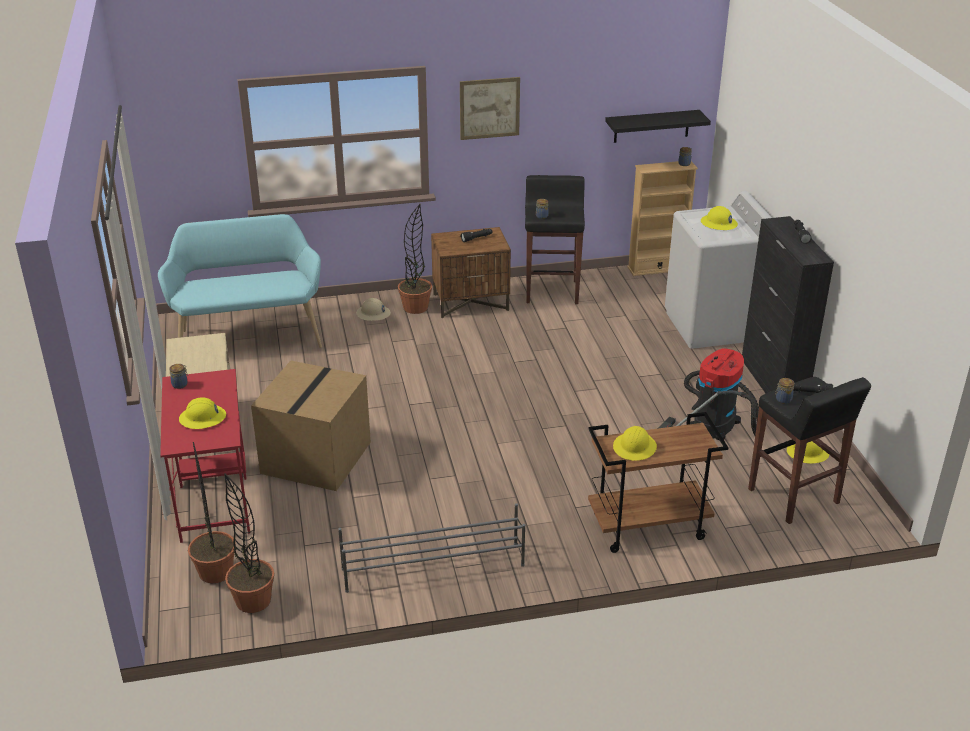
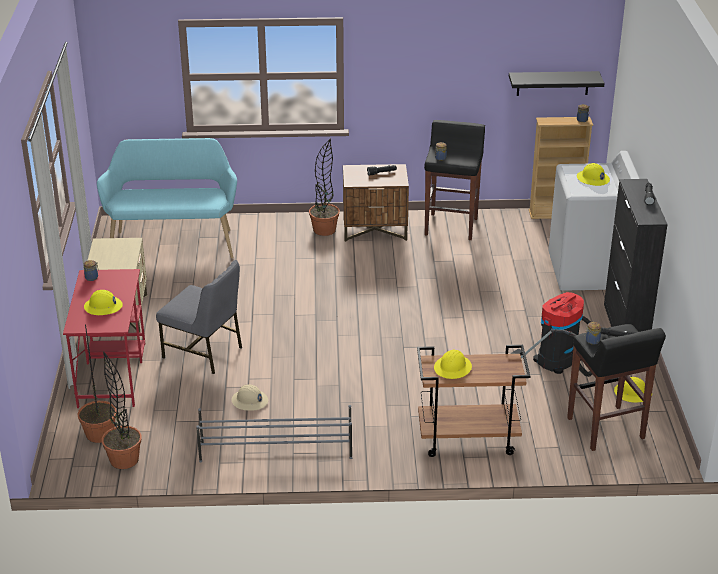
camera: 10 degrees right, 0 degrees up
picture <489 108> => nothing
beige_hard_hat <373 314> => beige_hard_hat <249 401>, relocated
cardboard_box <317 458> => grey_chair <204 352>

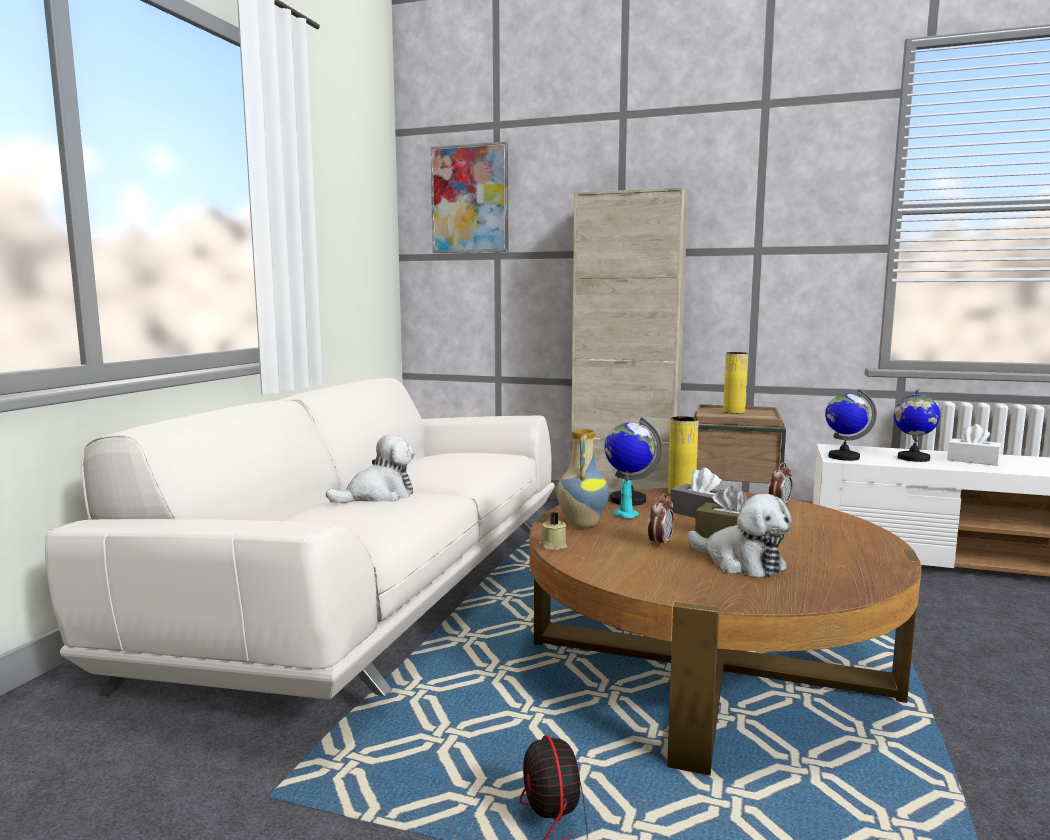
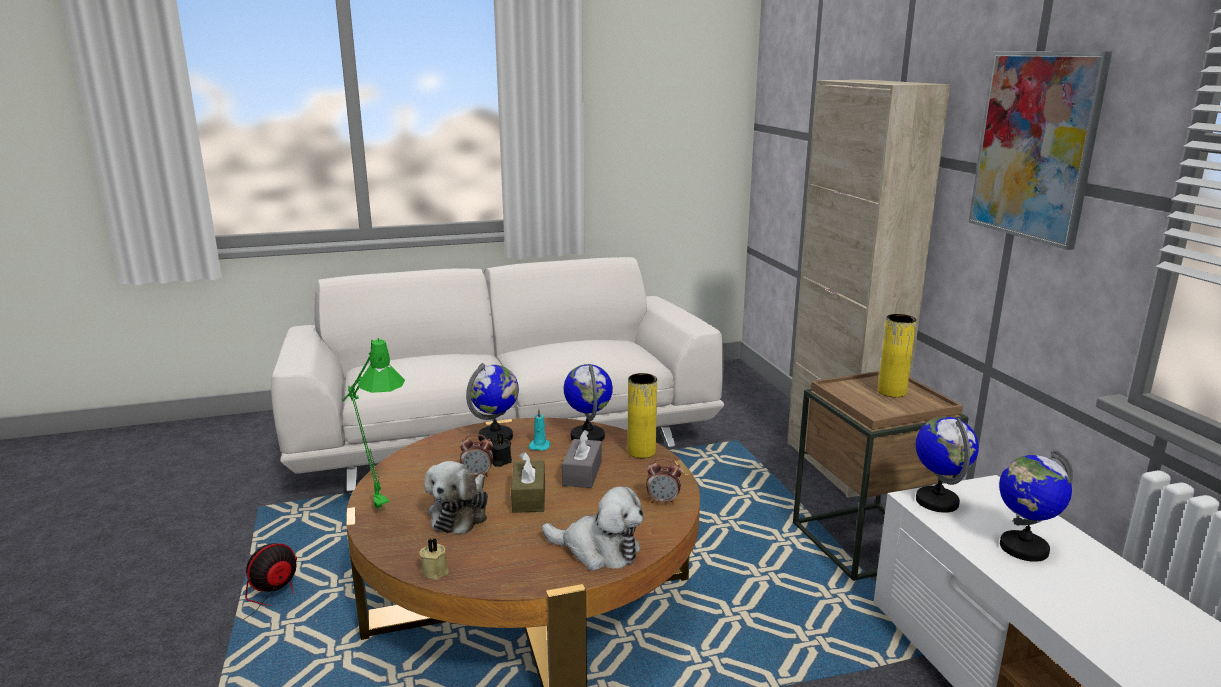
camera: 55 degrees right, 10 degrees up
picture <470 199> => picture <1035 146>, relocated
white_tissue_box <972 460> => nothing
vase <580 524> => globe <496 437>
plush_toy <378 496> => plush_toy <598 550>, relocated
beige_candle <552 546> => beige_candle <435 570>, relocated
nothing => green_table_lamp <374 505>
nothing => black_candle <500 461>

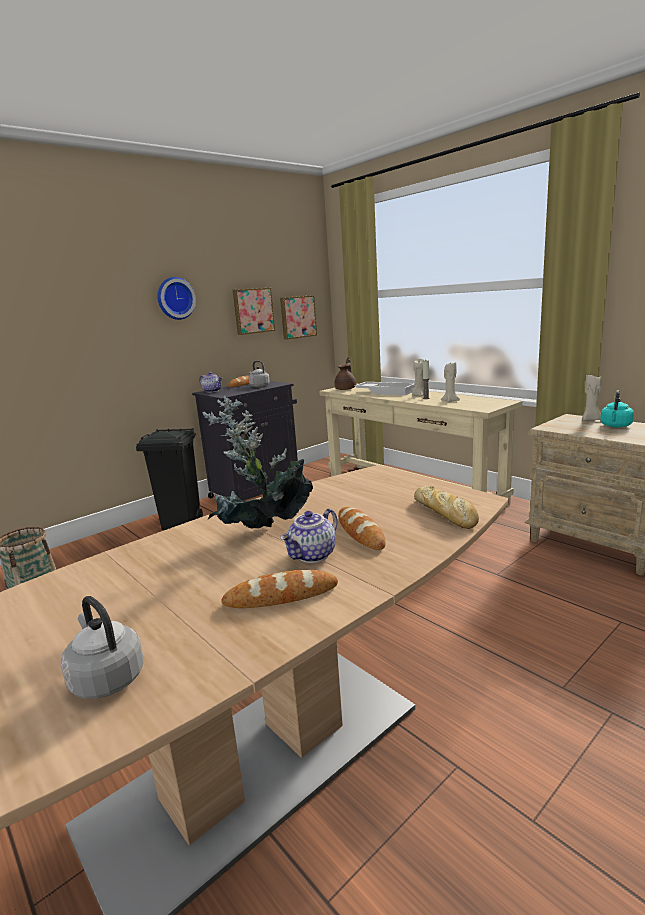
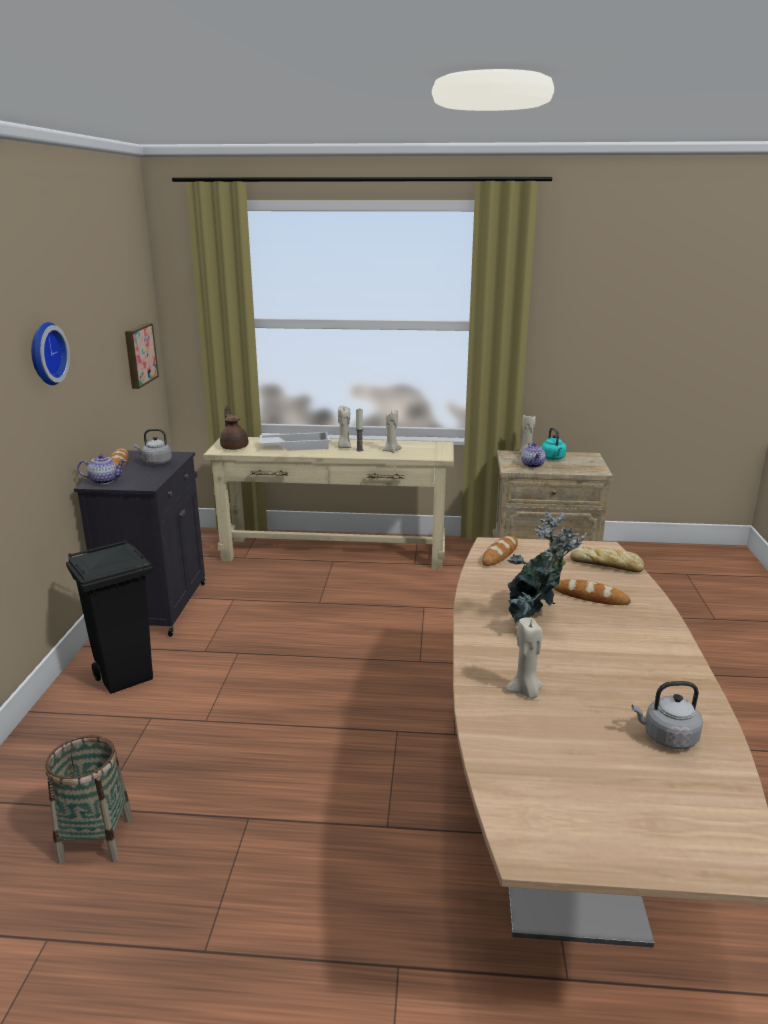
camera: 45 degrees left, 5 degrees up
picture <253 311> => nothing
teapot <313 555> => teapot <533 465>, relocated
bread <281 596> => bread <500 554>, relocated
nothing => beige_candle <525 692>

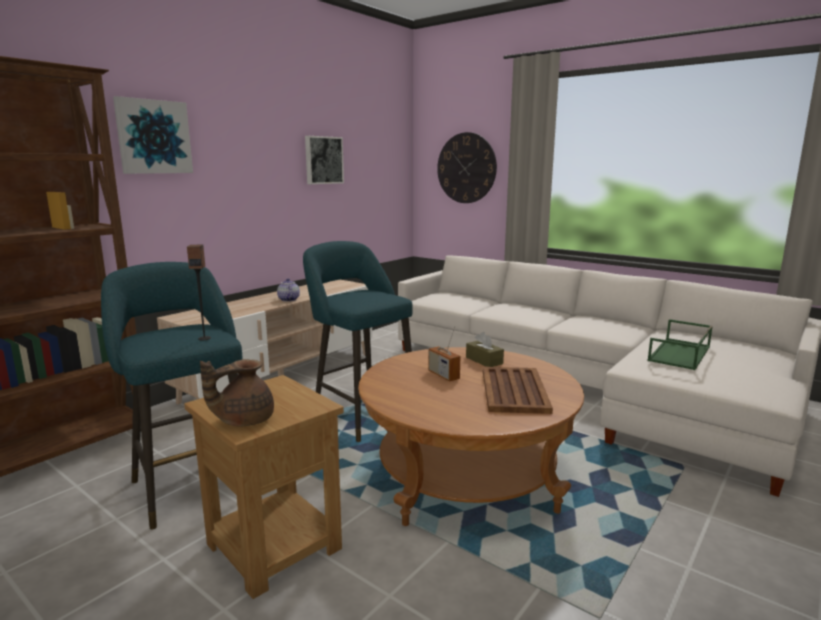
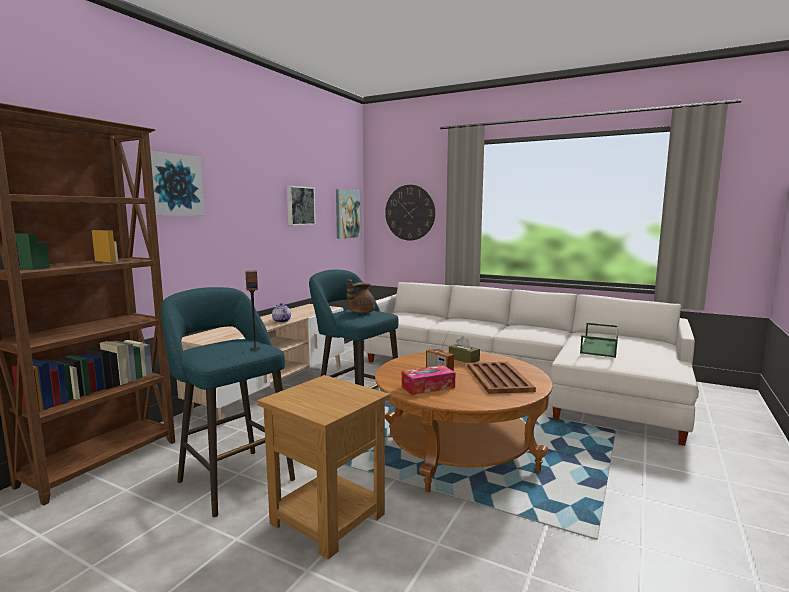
camera: 10 degrees left, 5 degrees down
brown_teapot <243 420> => brown_teapot <360 312>, relocated
nothing => picture <347 214>
nothing => tissue_box <428 387>

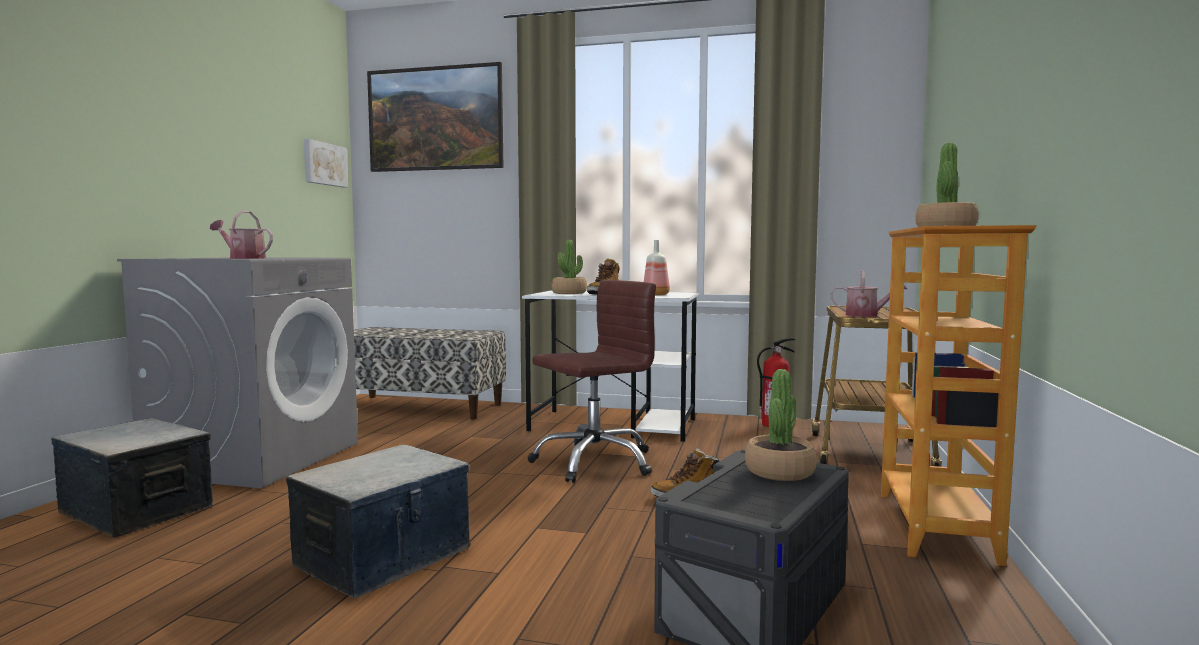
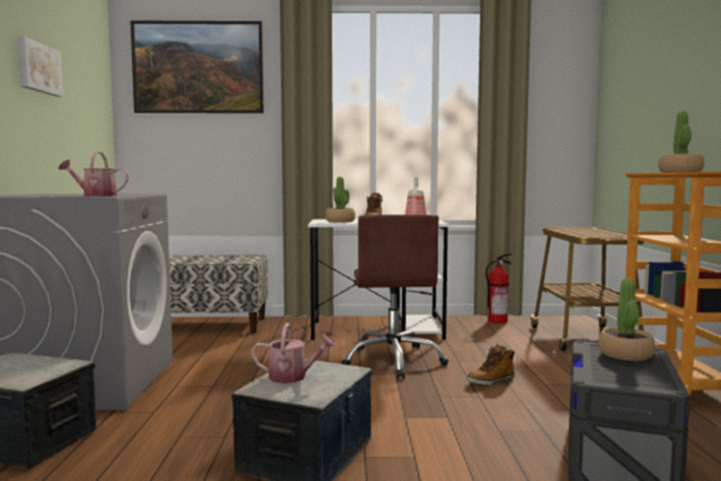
camera: 15 degrees left, 0 degrees up
picture <324 164> => picture <38 68>, relocated
watering_can <866 315> => watering_can <293 377>, relocated
brown_office_chair <594 462> => brown_office_chair <393 361>, 135 degrees clockwise

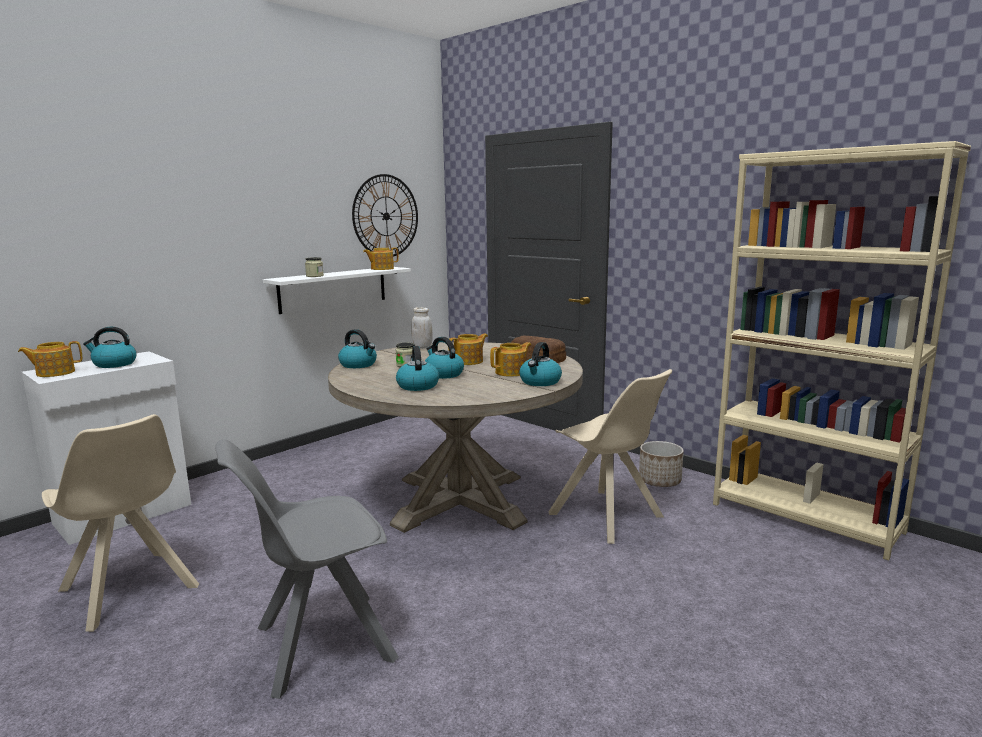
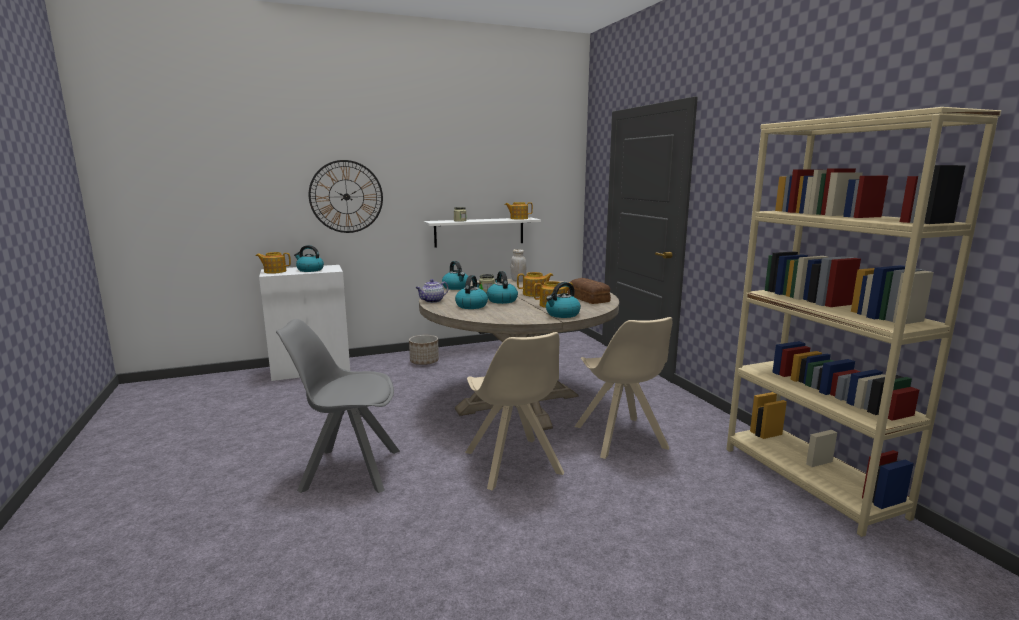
camera: 25 degrees right, 0 degrees up
wall_clock <386 216> => wall_clock <346 196>, relocated
beige_chair <130 590> => beige_chair <513 464>, relocated
planter <660 481> => planter <424 362>, relocated
nothing => teapot <432 301>

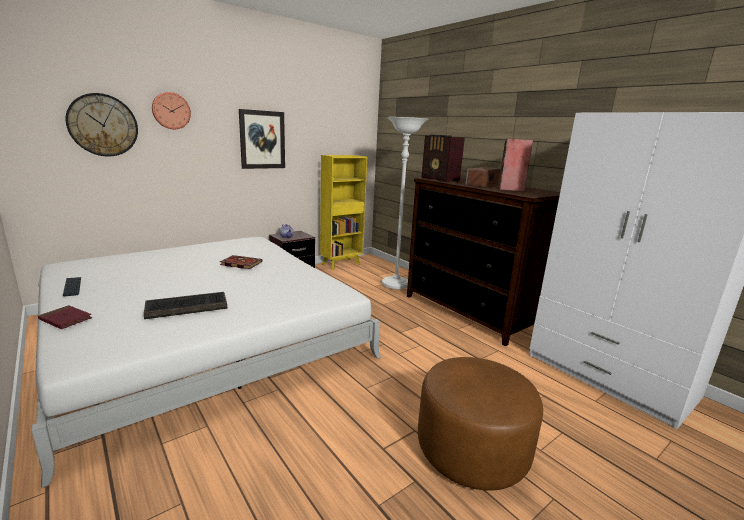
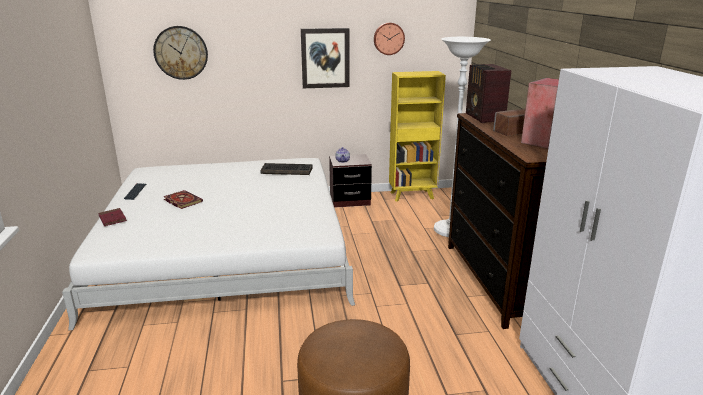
camera: 30 degrees right, 5 degrees up
wall_clock <171 111> => wall_clock <388 38>, relocated
book <240 263> => book <182 201>, relocated
keyboard <188 306> => keyboard <287 170>, relocated

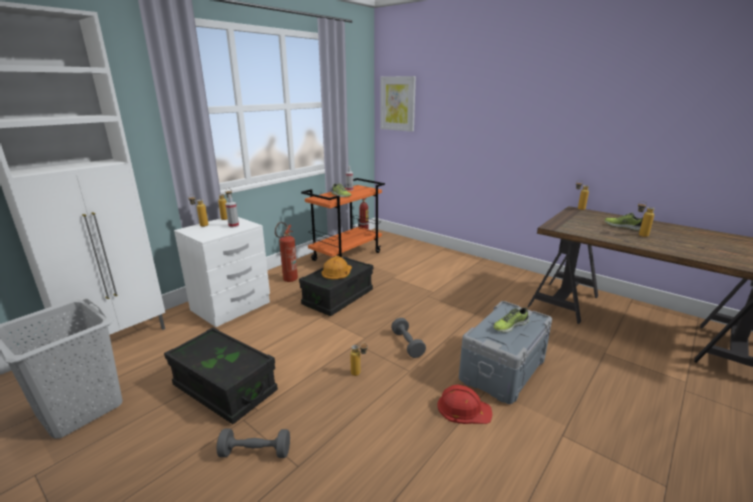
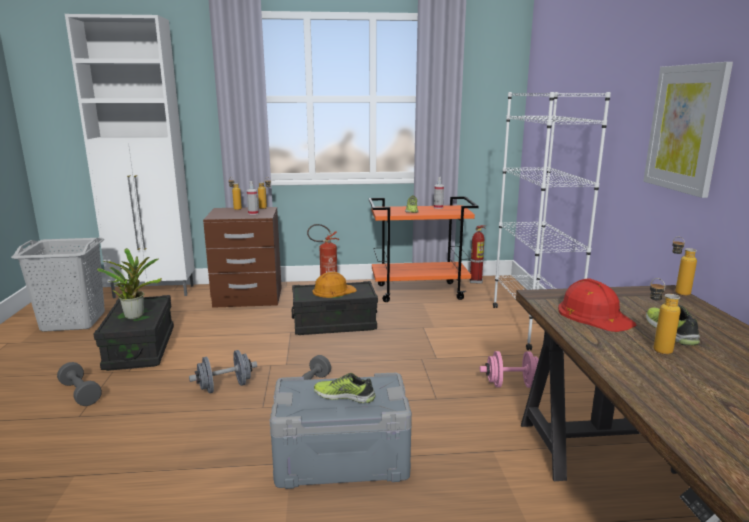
camera: 45 degrees right, 5 degrees down
picture <397 103> => picture <685 128>, relocated
white_nightstand <231 307> => brown_nightstand <248 298>
bottle <359 374> => grey_dumbbell <225 387>
red_hard_hat <463 408> => red_hard_hat <594 315>, relocated
nothing => white_bookcase <532 325>
nothing => potted_plant <135 315>
nothing => pink_dumbbell <511 385>

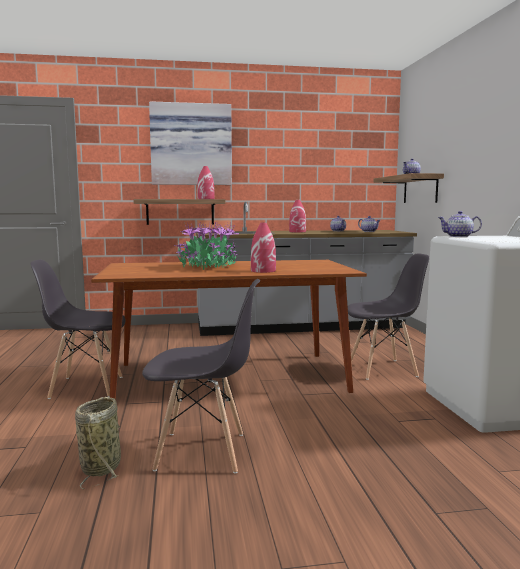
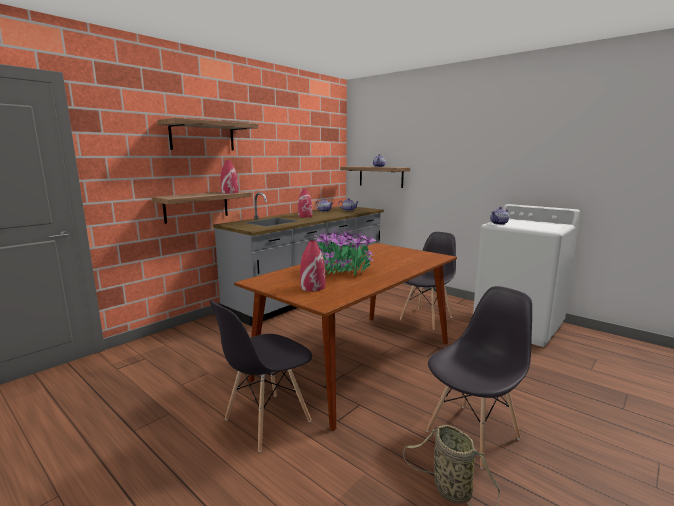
camera: 40 degrees left, 5 degrees up
picture <191 145> => shelf <202 136>
red_vase <263 271> => red_vase <312 287>, relocated

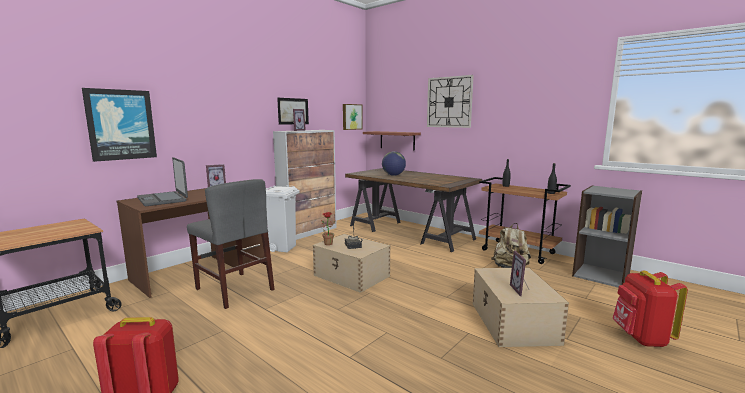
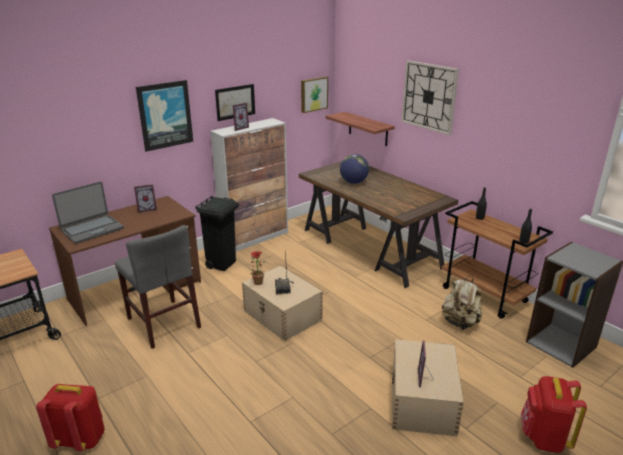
camera: 10 degrees right, 15 degrees up
picture <121 125> => picture <165 115>, relocated
laptop <163 199> => laptop <92 229>, 105 degrees counterclockwise
white_trash_can <283 248> => black_trash_can <222 264>

